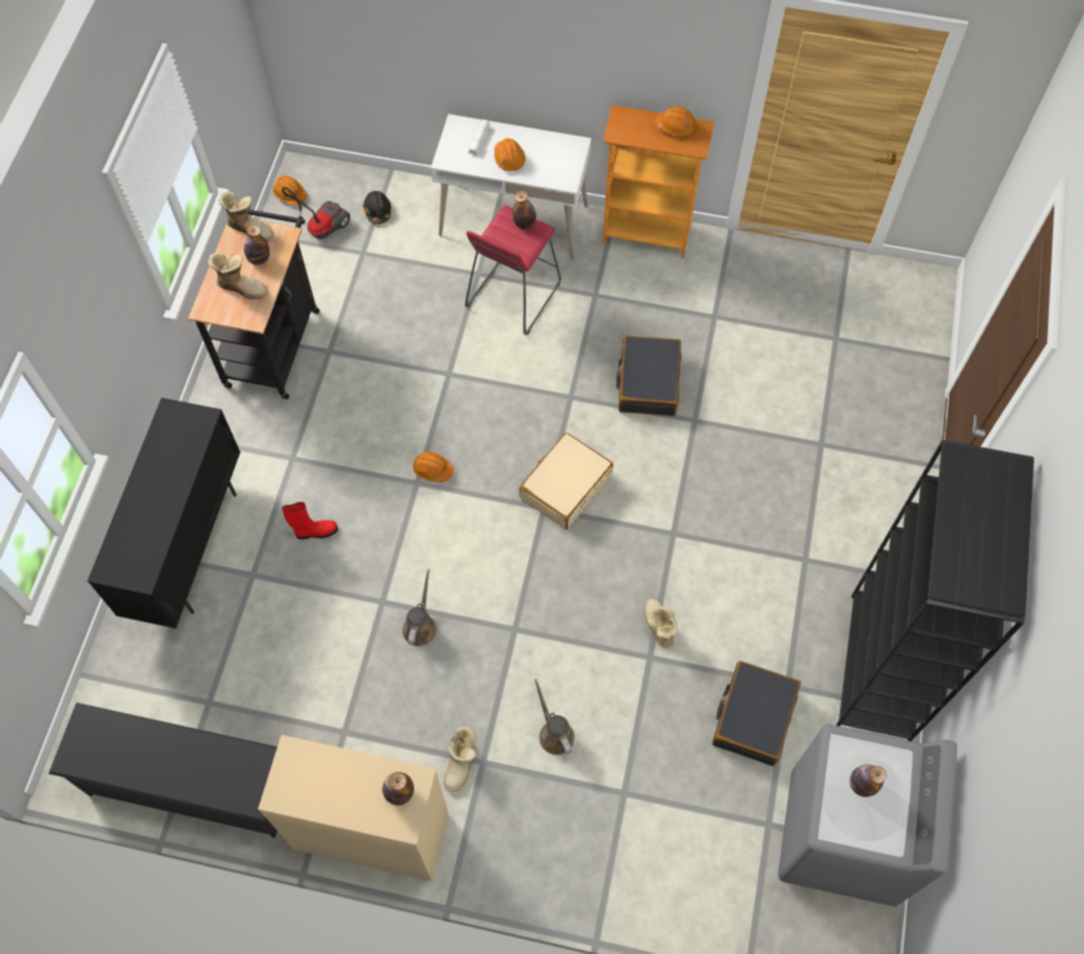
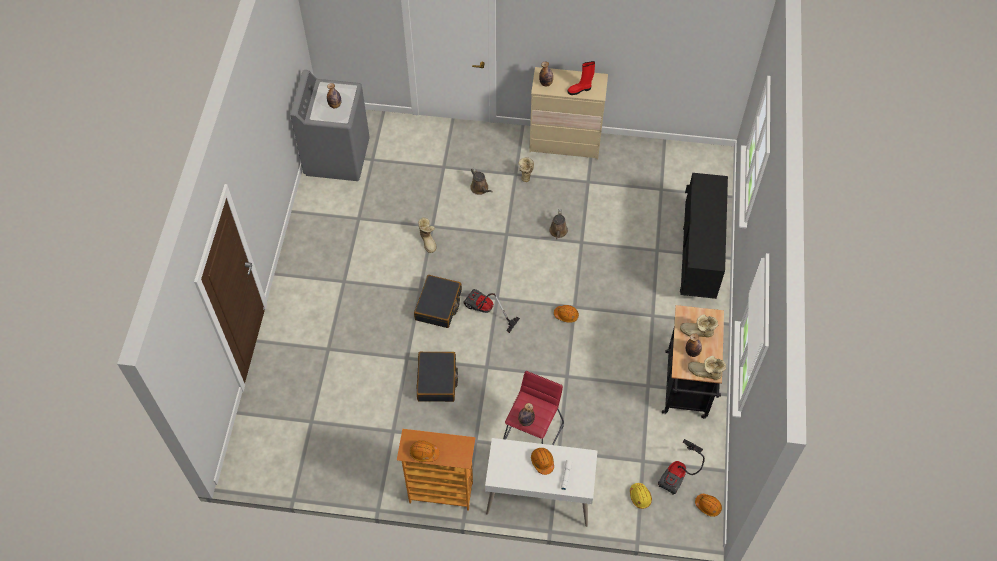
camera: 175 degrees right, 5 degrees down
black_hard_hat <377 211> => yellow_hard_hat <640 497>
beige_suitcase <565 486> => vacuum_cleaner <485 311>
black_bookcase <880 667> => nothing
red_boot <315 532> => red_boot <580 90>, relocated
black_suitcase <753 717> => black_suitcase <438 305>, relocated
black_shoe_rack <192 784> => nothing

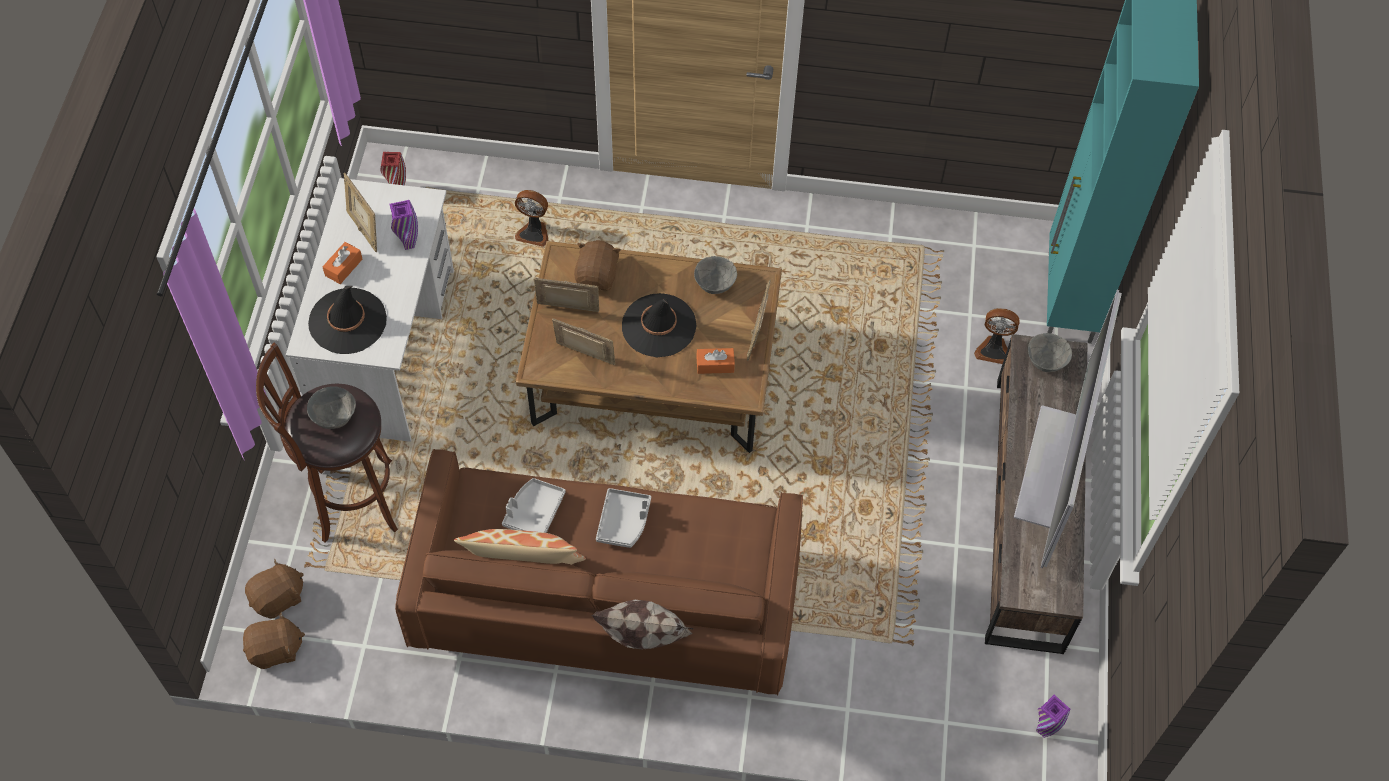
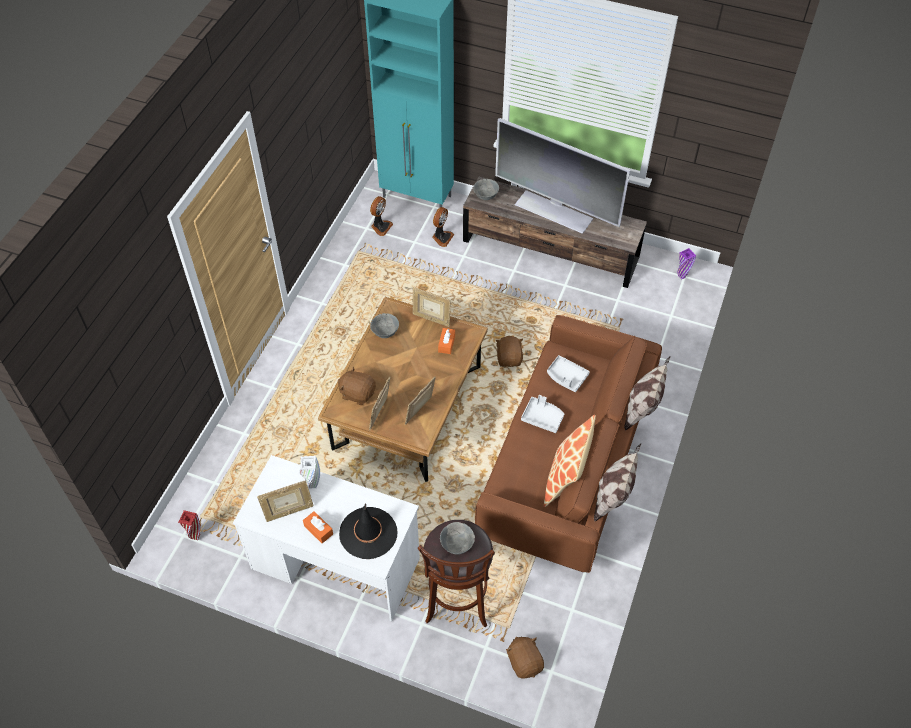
camera: 75 degrees left, 5 degrees down
fan <534 233> => fan <380 227>, relocated
purple_vase <408 245> => white_vase <312 485>
black_hat <658 326> => nothing
grey_tray <534 512> => grey_tray <566 377>, relocated
brown_plush_toy <276 650> => brown_plush_toy <509 358>, relocated
nothing => pillow <612 497>

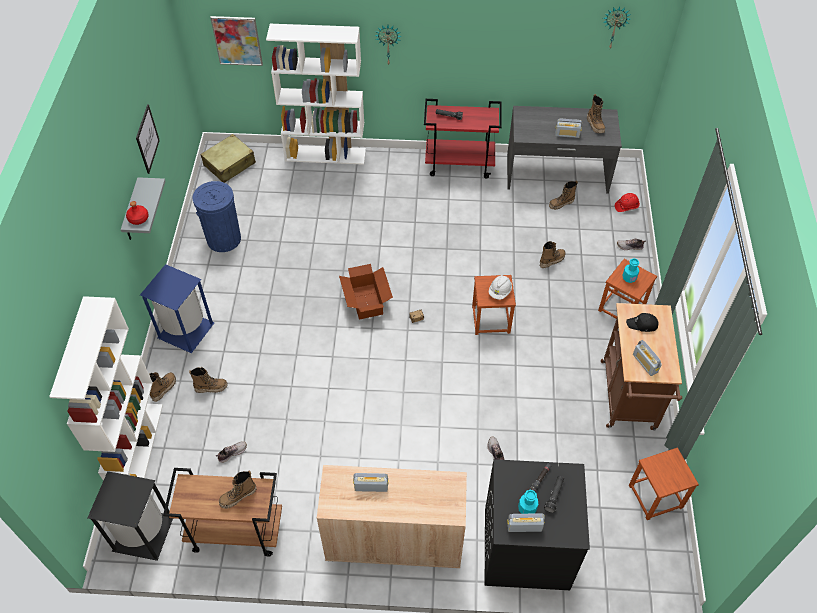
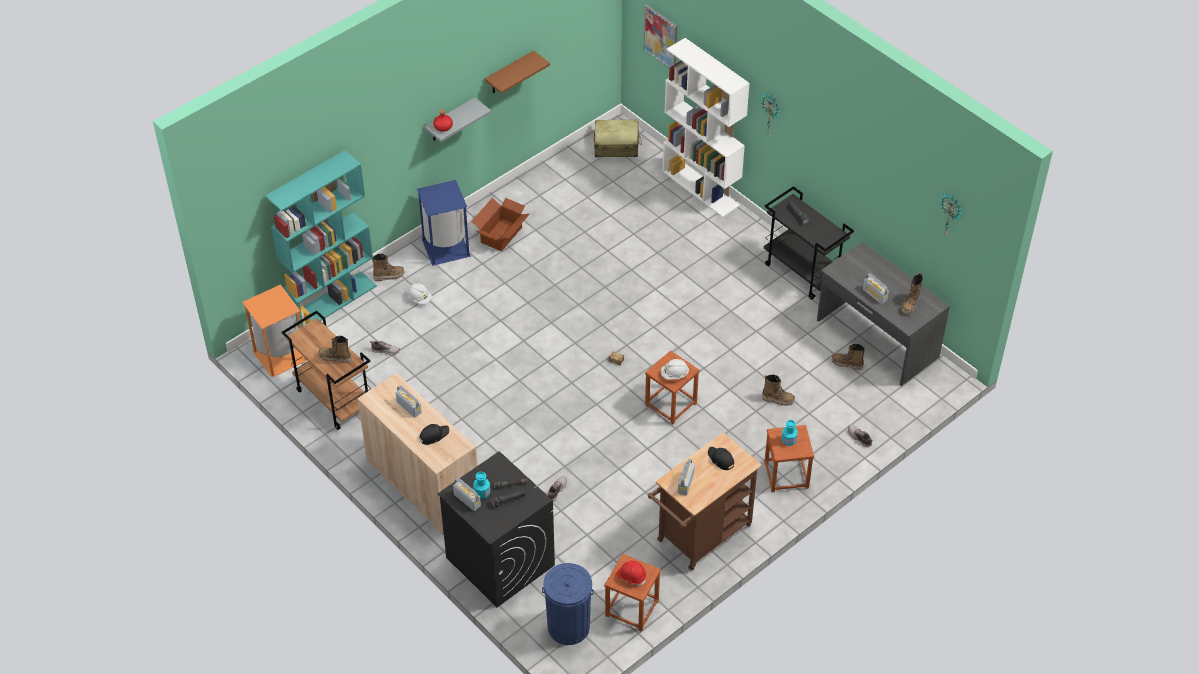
camera: 45 degrees right, 5 degrees down
red_cart <460 164> => black_cart <803 272>
picture <147 139> => brown_shelf <509 73>
blue_trash_can <224 239> => blue_trash_can <568 627>, relocated
red_hard_hat <626 206> => red_hard_hat <631 576>, relocated
cardboard_box <367 301> => cardboard_box <502 235>, relocated
white_bookcase <137 447> => turquoise_bookcase <332 301>
boot <211 387> => white_hard_hat <419 298>
black_trash_can <142 534> => orange_trash_can <279 355>
nothing => black_cap <433 435>

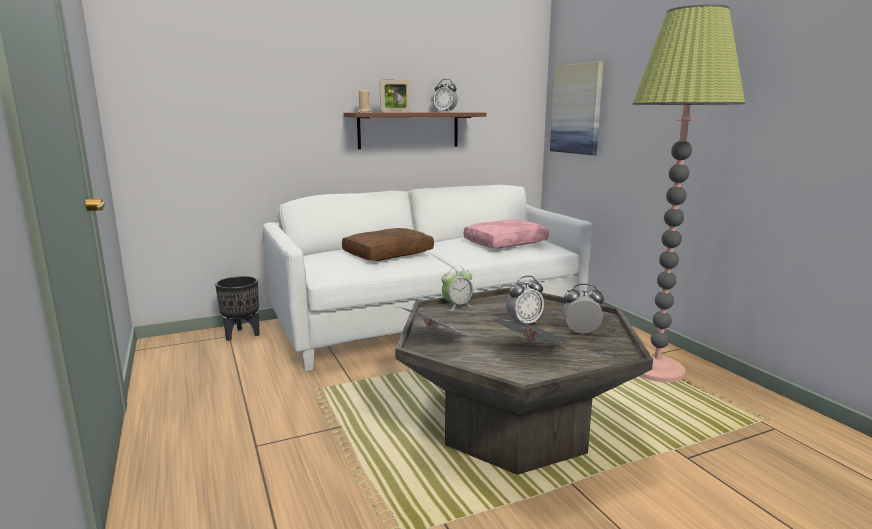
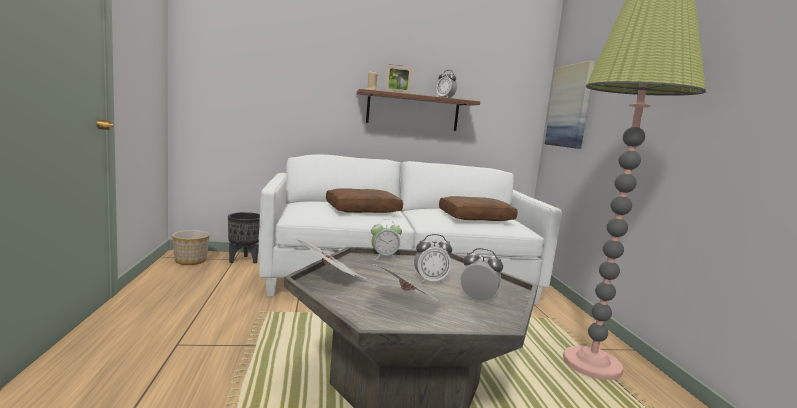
camera: 15 degrees right, 5 degrees down
pink_pillow <505 242> => brown_pillow <476 217>
nothing => planter <191 261>

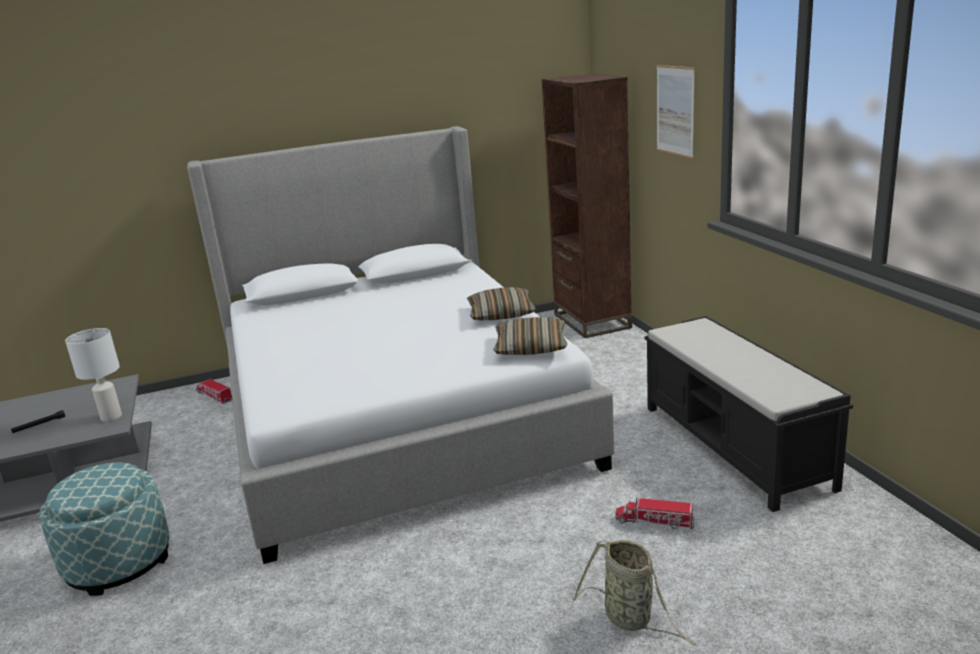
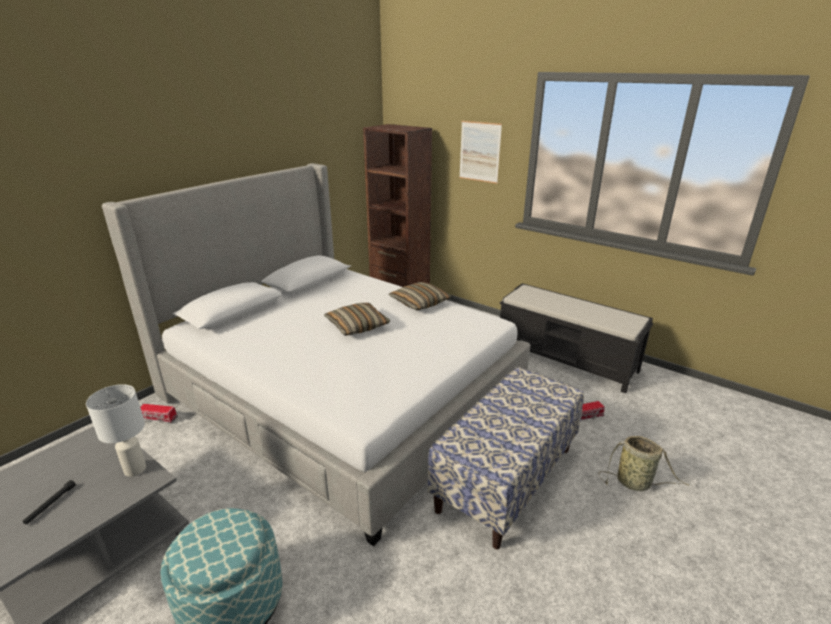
camera: 35 degrees left, 5 degrees up
pillow <530 347> => pillow <357 326>, relocated
nothing => bench <505 478>

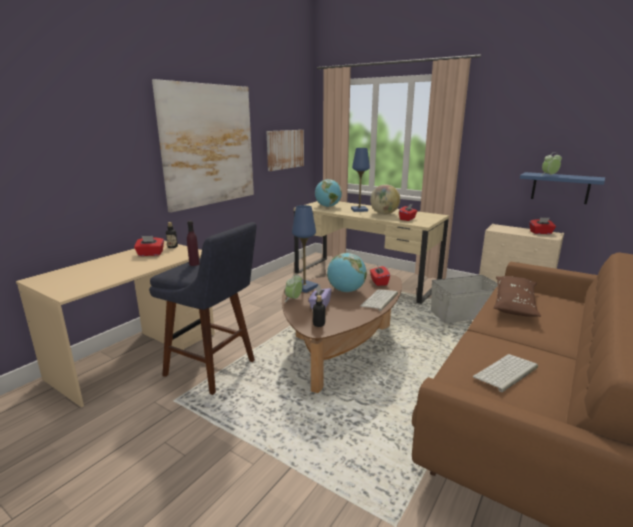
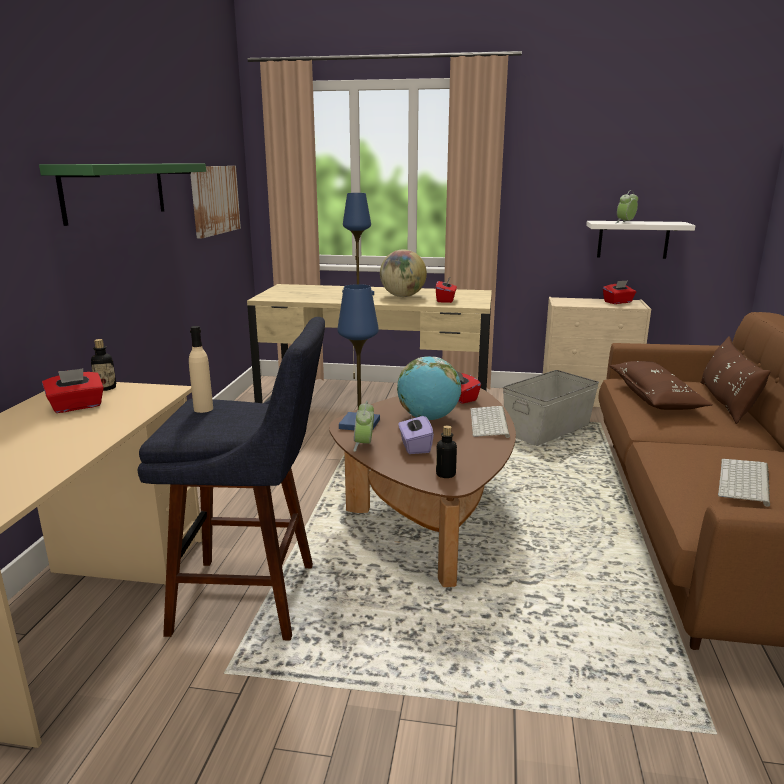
camera: 25 degrees left, 0 degrees up
picture <209 145> => green_shelf <116 191>
blue_shelf <560 188> => white_shelf <633 239>
globe <328 206> => nothing
purple_bottle <194 264> => beige_bottle <203 409>
nothing => brown_pillow <726 402>

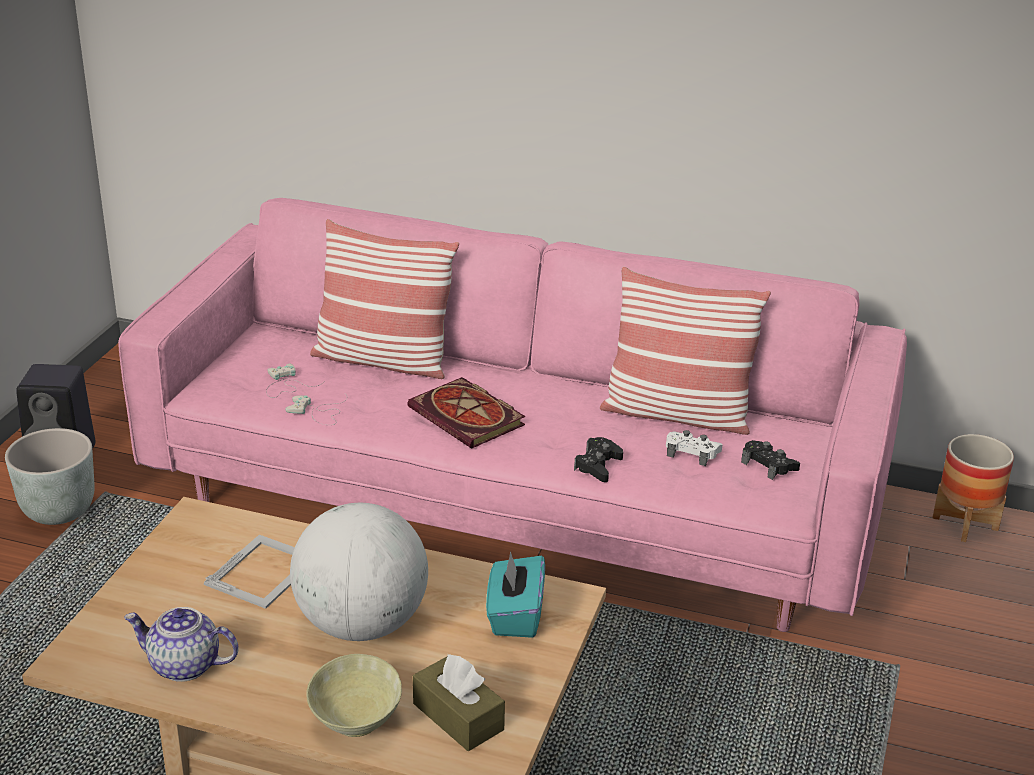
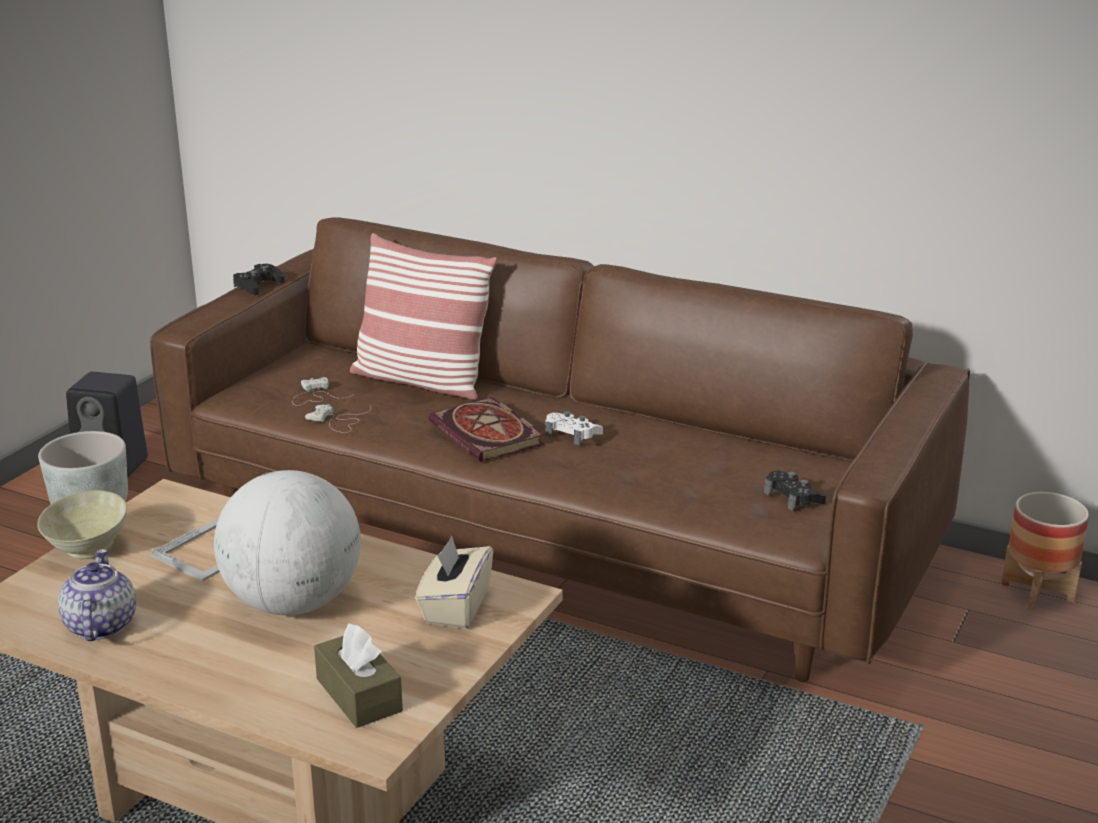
camera: 10 degrees right, 5 degrees down
pink_sofa <514 499> => brown_sofa <549 535>
pillow <676 414> => nothing
white_game_controller <692 453> => white_game_controller <572 434>, relocated
black_game_controller <598 466> => black_game_controller <258 285>, relocated
turquoise_tissue_box <515 615> => beige_tissue_box <455 607>
teapot <183 666> => teapot <99 625>, 60 degrees clockwise
beige_bowl <354 722> => beige_bowl <86 550>, relocated

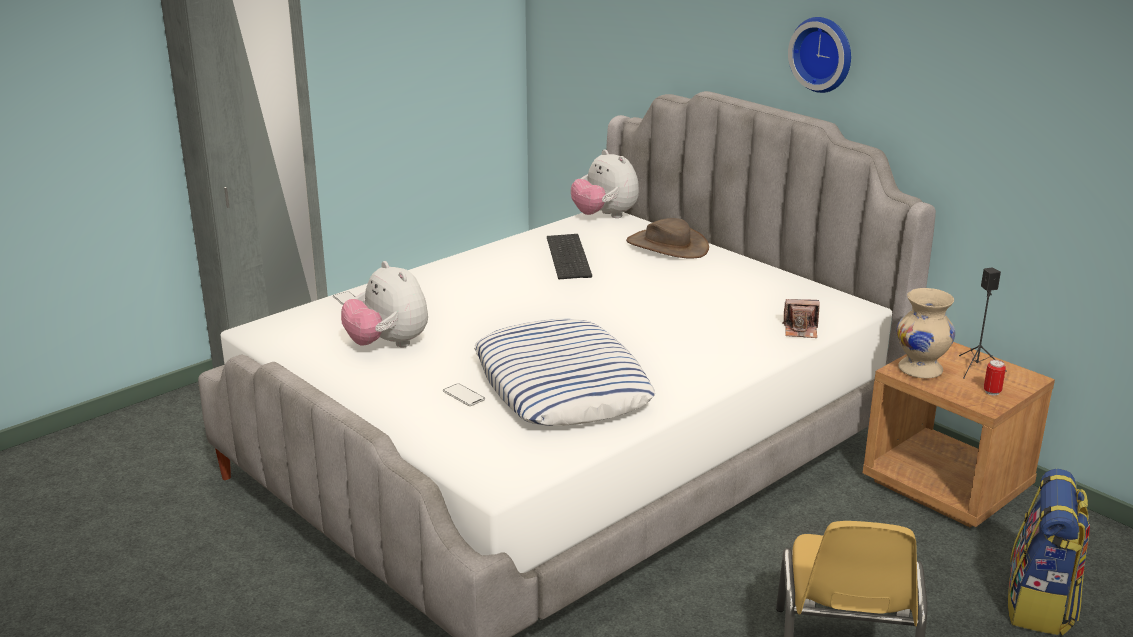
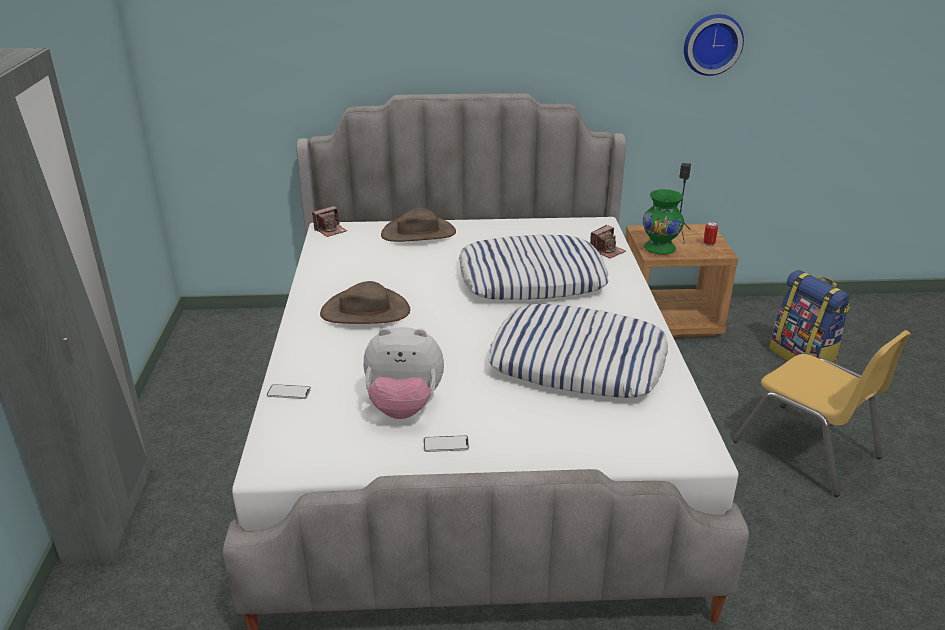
camera: 50 degrees left, 5 degrees up
wall_clock <823 54> => wall_clock <711 44>, relocated
plush_toy <605 216> => photo_camera <330 230>
keyboard <570 257> => nothing
beige_vase <921 369> => green_vase <660 248>
phone <464 396> => phone <446 444>, relocated
nothing => pillow <532 278>
nothing => brown_hat <365 311>

